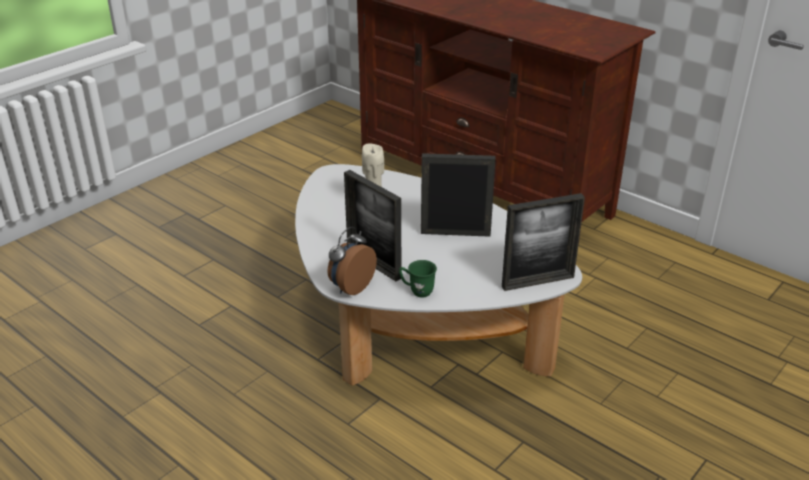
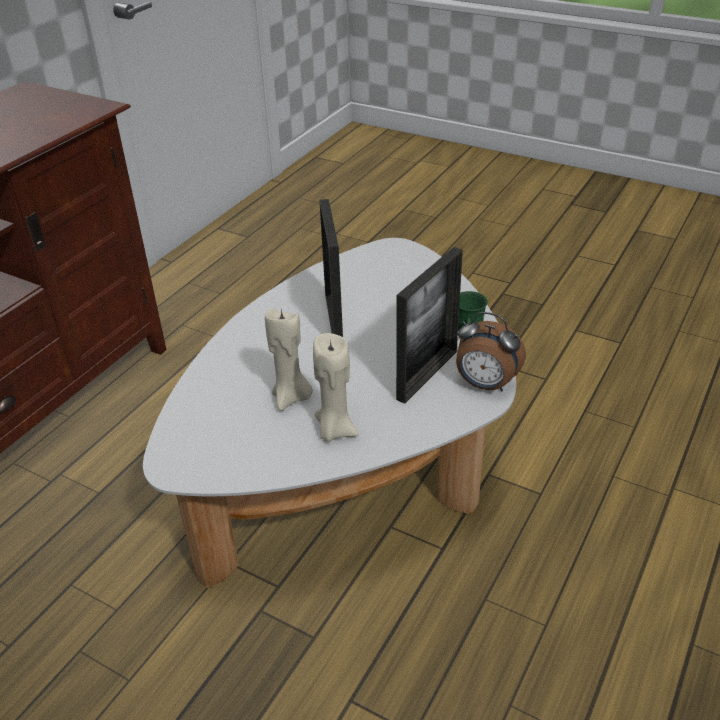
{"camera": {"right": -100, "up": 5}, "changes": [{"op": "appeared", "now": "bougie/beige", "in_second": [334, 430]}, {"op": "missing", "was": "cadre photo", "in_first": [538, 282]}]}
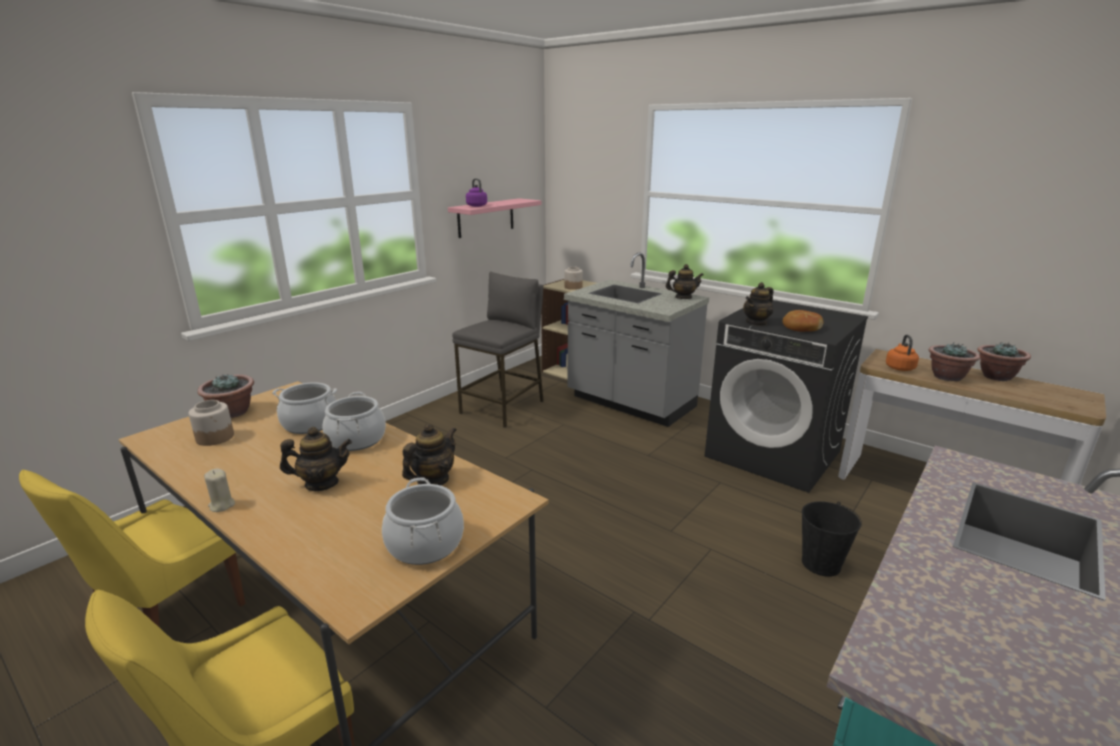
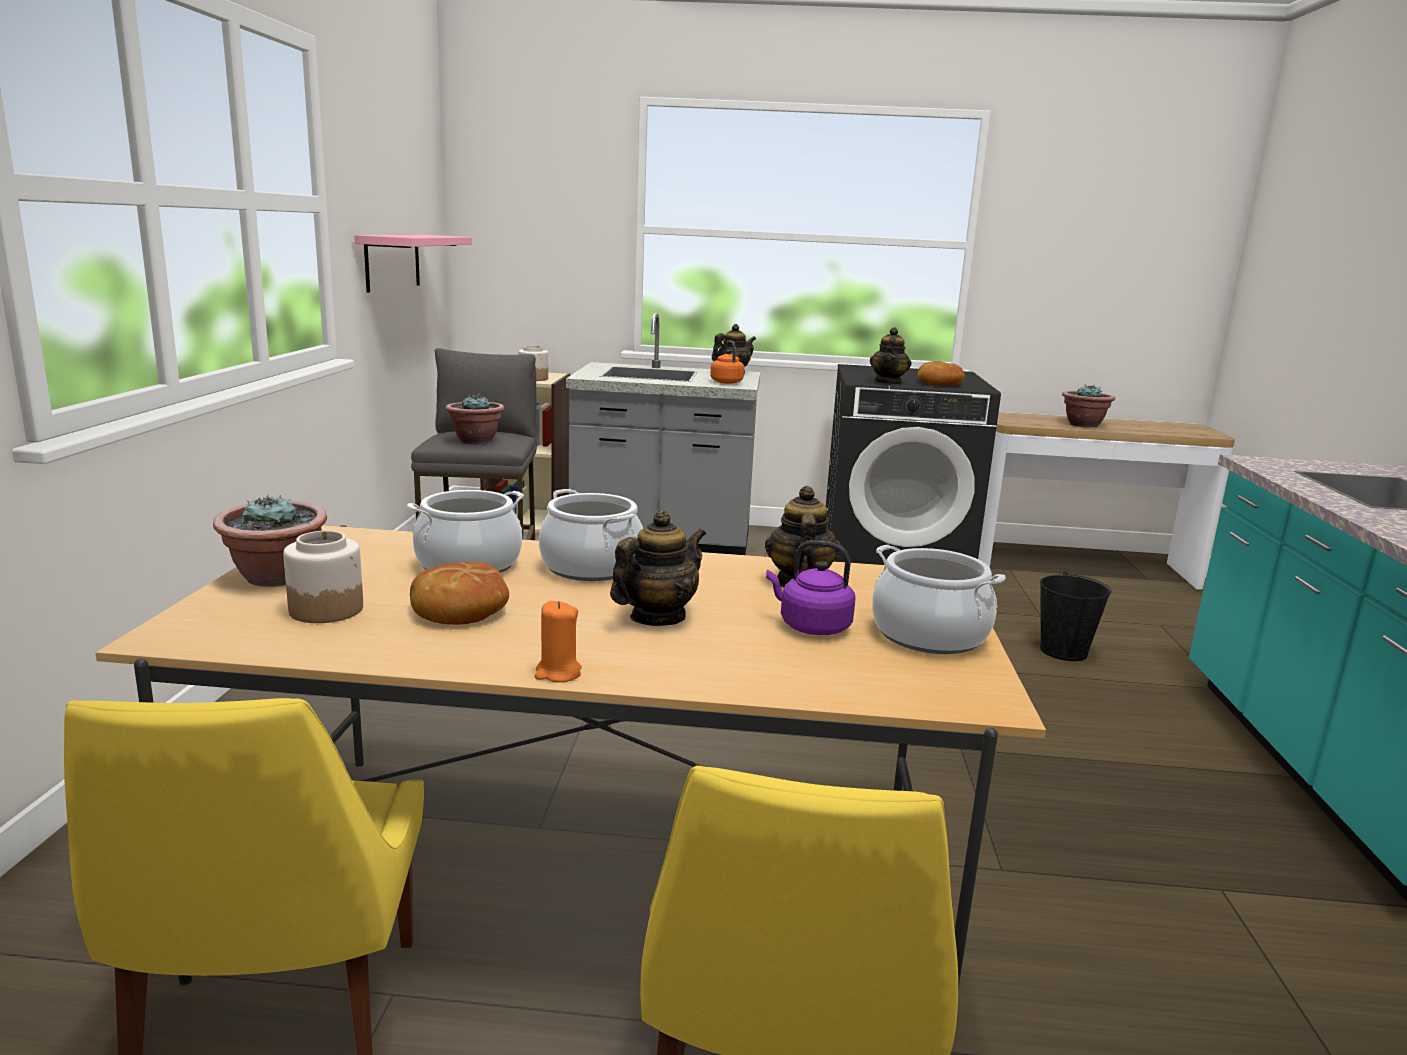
{"camera": {"right": -35, "up": -5}, "changes": [{"op": "appeared", "now": "pain", "in_second": [459, 609]}, {"op": "relocated", "was": "plante en pot", "in_first": [996, 376], "in_second": [475, 441]}, {"op": "colour", "was": "bougie/beige", "now": "bougie/orange", "in_first": [221, 505], "in_second": [558, 673]}, {"op": "relocated", "was": "bouilloire/orange", "in_first": [899, 367], "in_second": [725, 382]}, {"op": "relocated", "was": "bouilloire/violet", "in_first": [476, 205], "in_second": [811, 626]}]}
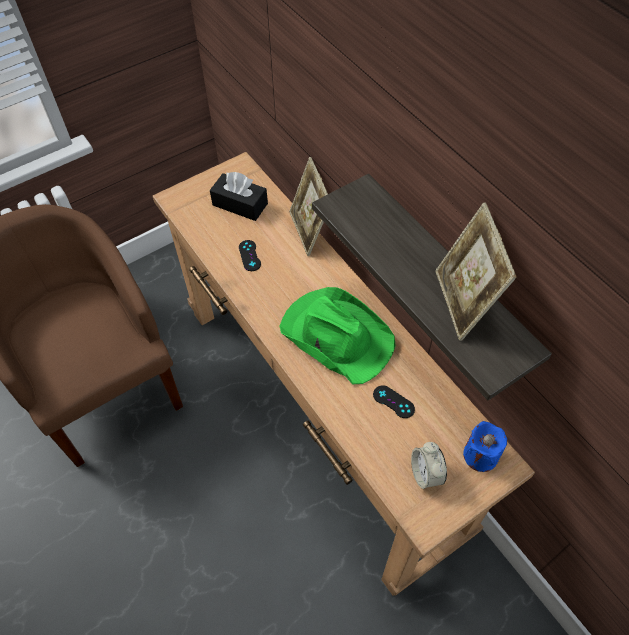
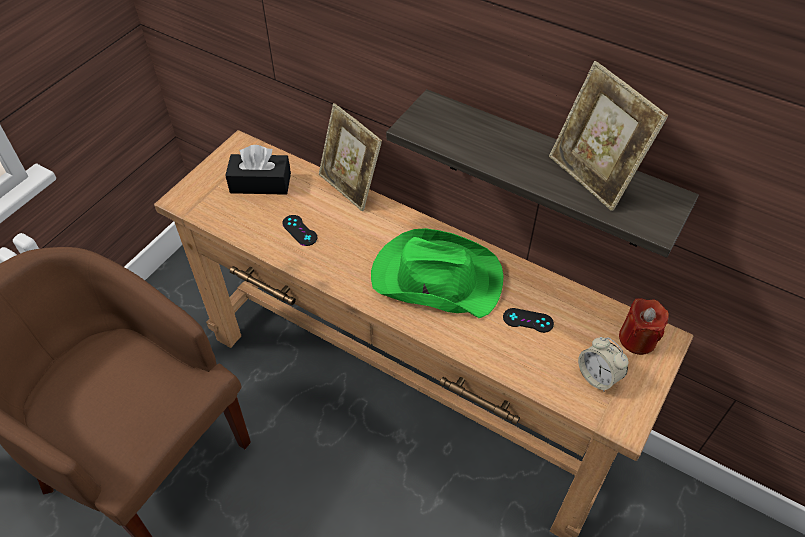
{"camera": {"right": -25, "up": -5}, "changes": [{"op": "colour", "was": "bougie/bleu", "now": "bougie/rouge", "in_first": [480, 455], "in_second": [637, 339]}]}
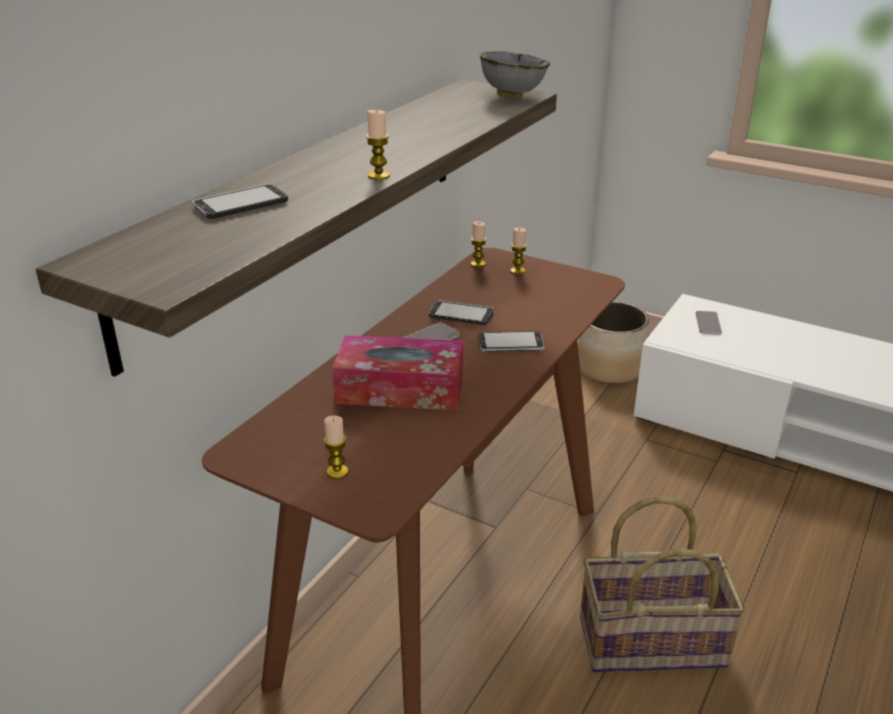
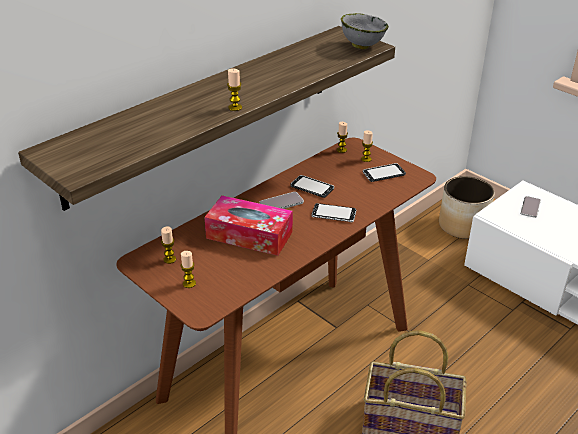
{"camera": {"right": 15, "up": 5}, "changes": [{"op": "appeared", "now": "bougie", "in_second": [169, 259]}, {"op": "relocated", "was": "téléphone", "in_first": [241, 204], "in_second": [383, 174]}]}
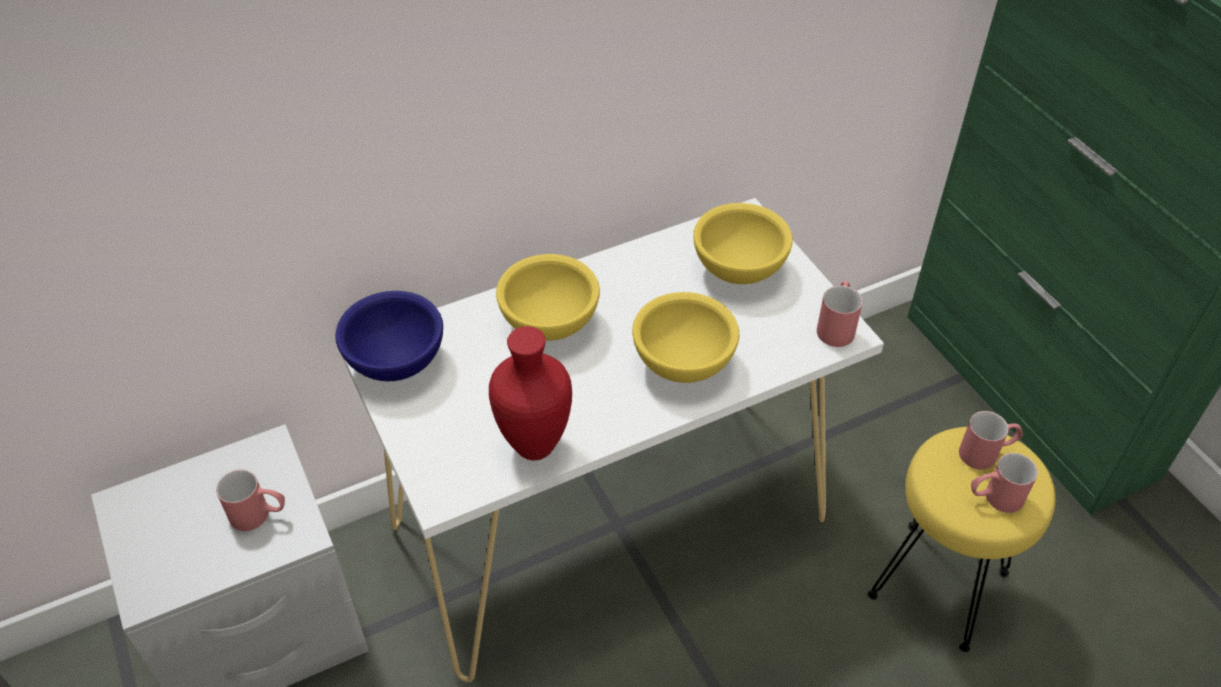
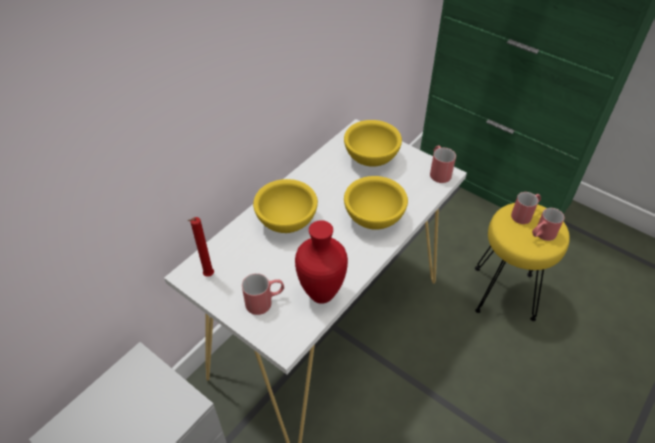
{"camera": {"right": -25, "up": 0}, "changes": [{"op": "exchanged", "was": "bol/bleu", "now": "bougie/rouge", "in_first": [394, 362], "in_second": [207, 276]}, {"op": "relocated", "was": "mug/rouge", "in_first": [259, 515], "in_second": [265, 301]}]}
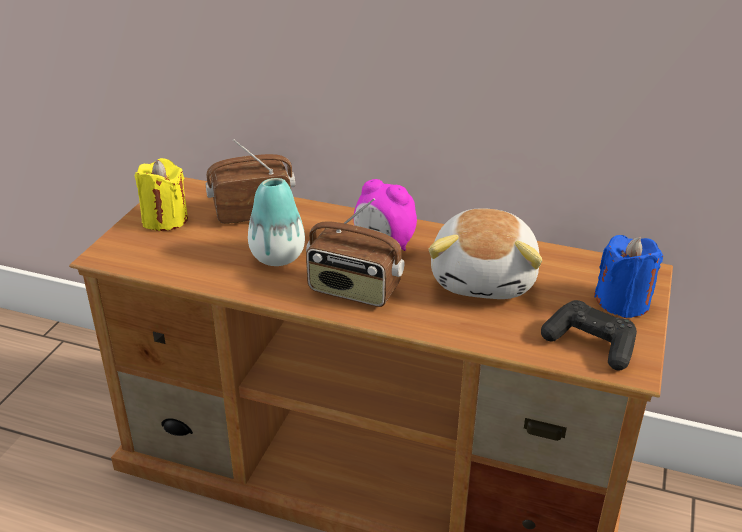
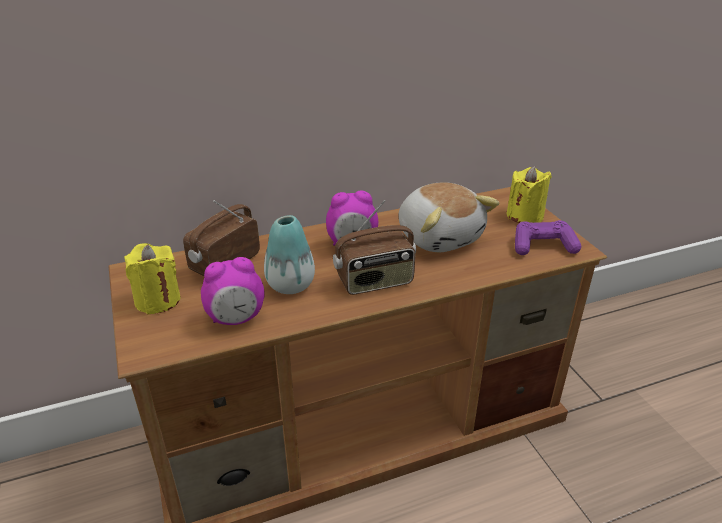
{"camera": {"right": -40, "up": 0}, "changes": [{"op": "appeared", "now": "réveil", "in_second": [236, 319]}, {"op": "colour", "was": "bougie/bleu", "now": "bougie/jaune", "in_first": [623, 302], "in_second": [524, 216]}, {"op": "colour", "was": "manette/noir", "now": "manette/violet", "in_first": [590, 344], "in_second": [543, 246]}]}
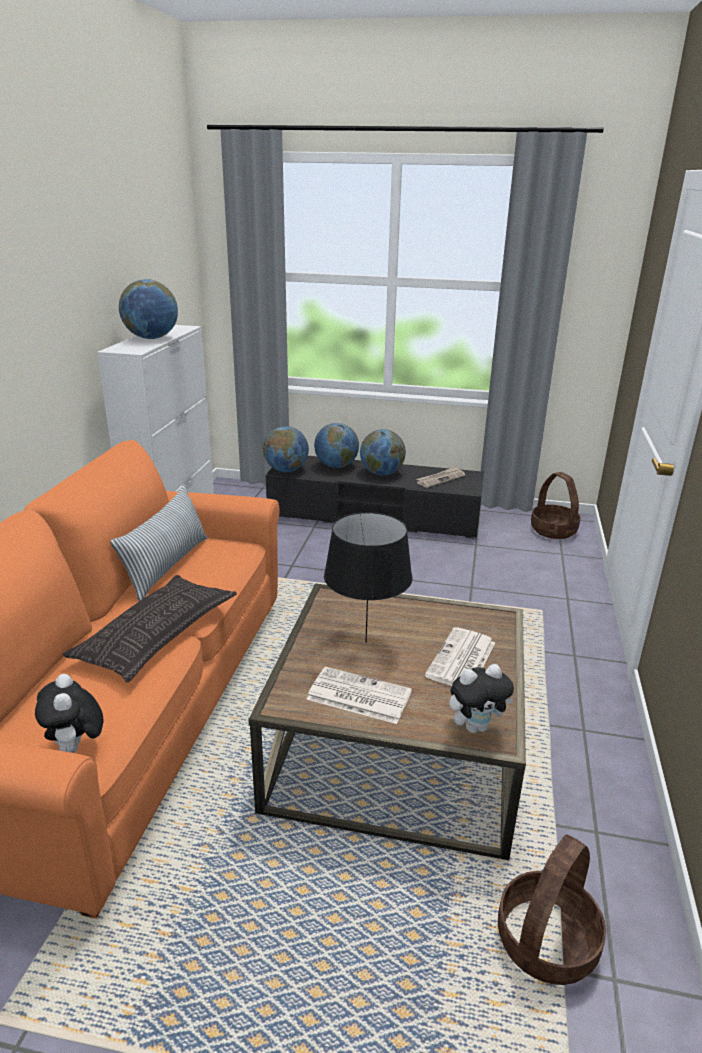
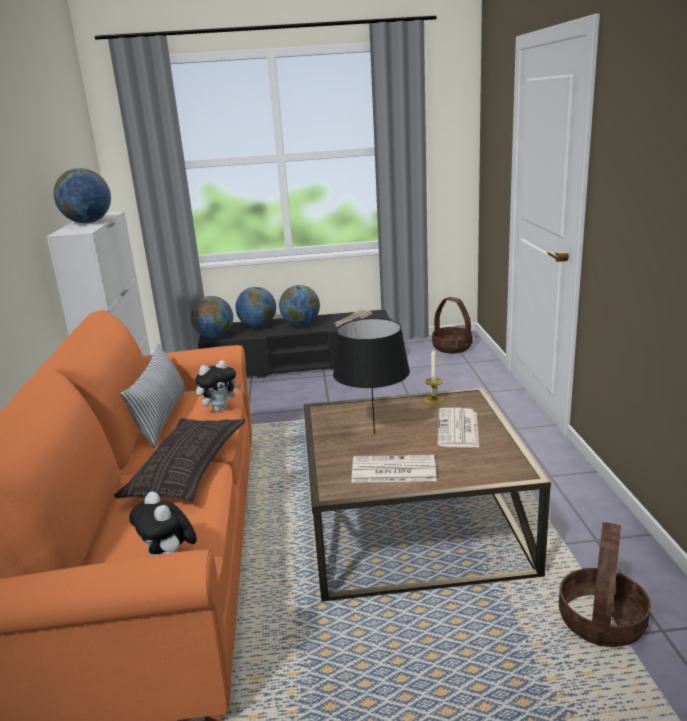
{"camera": {"right": -15, "up": -5}, "changes": [{"op": "relocated", "was": "peluche", "in_first": [476, 726], "in_second": [220, 409]}, {"op": "appeared", "now": "bougie", "in_second": [434, 399]}]}
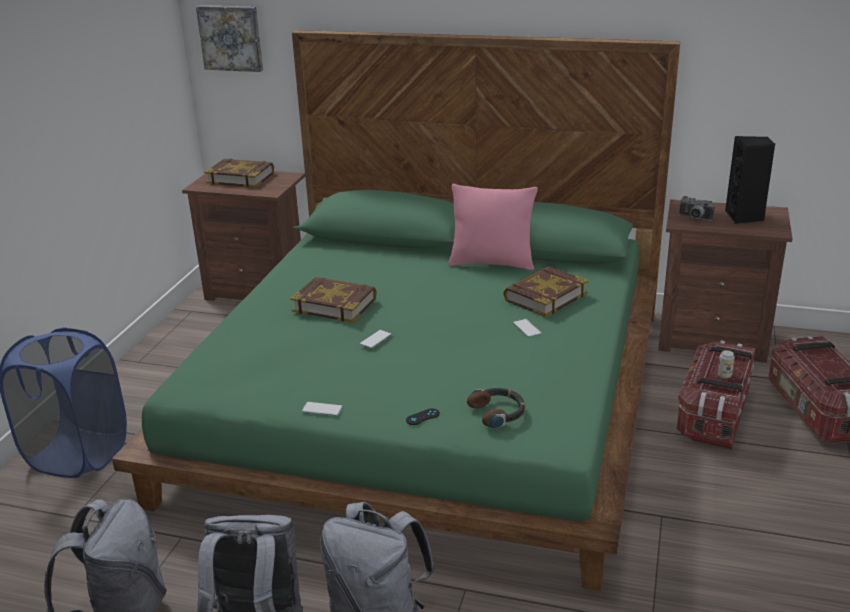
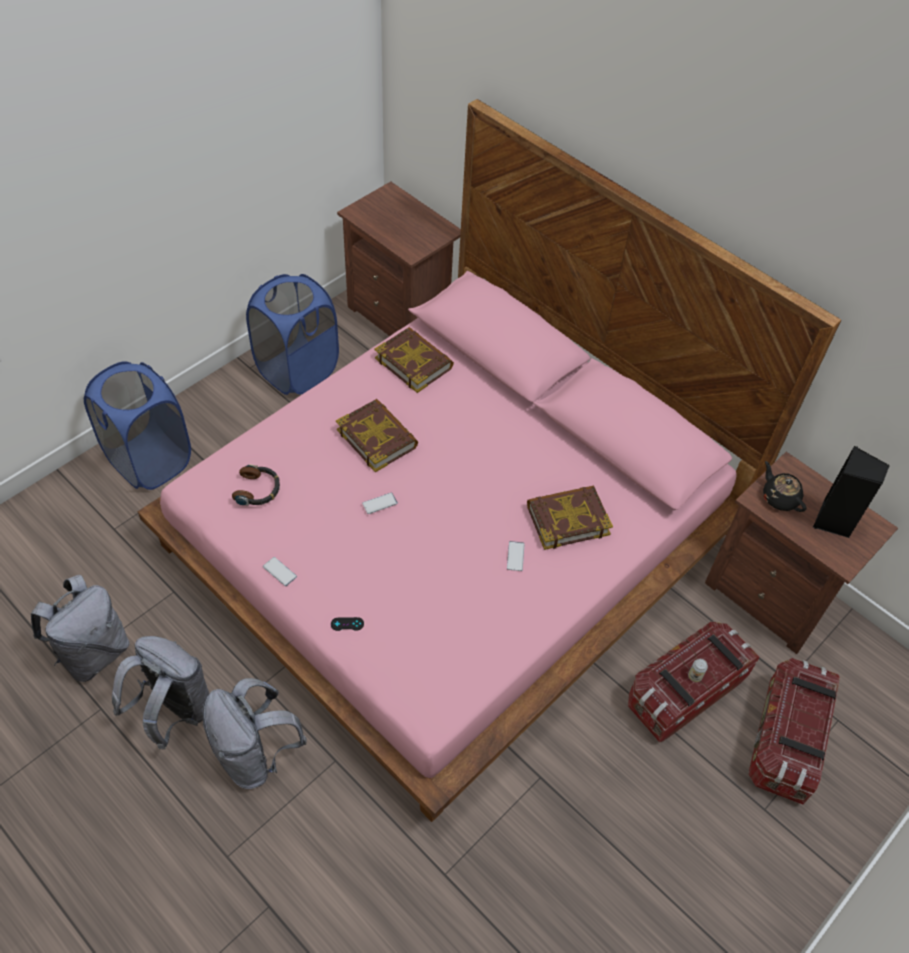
{"camera": {"right": 25, "up": 25}, "changes": [{"op": "colour", "was": "lit/vert", "now": "lit/rose", "in_first": [428, 399], "in_second": [450, 538]}, {"op": "relocated", "was": "casque audio", "in_first": [498, 412], "in_second": [258, 490]}, {"op": "appeared", "now": "panier à linge/bleu", "in_second": [297, 370]}, {"op": "relocated", "was": "livre", "in_first": [241, 177], "in_second": [414, 363]}, {"op": "exchanged", "was": "appareil photo", "now": "théière/noir", "in_first": [694, 218], "in_second": [779, 498]}, {"op": "missing", "was": "tableau", "in_first": [231, 37]}, {"op": "missing", "was": "coussin/rose", "in_first": [492, 263]}]}
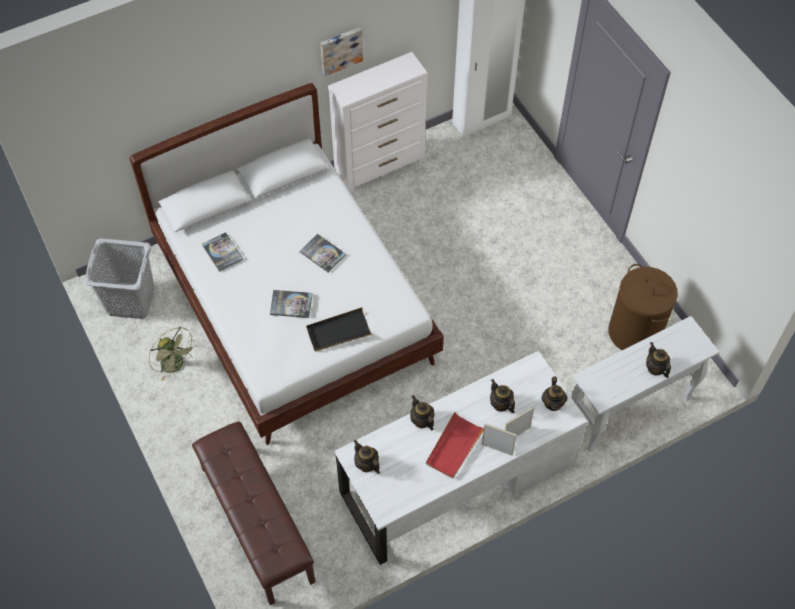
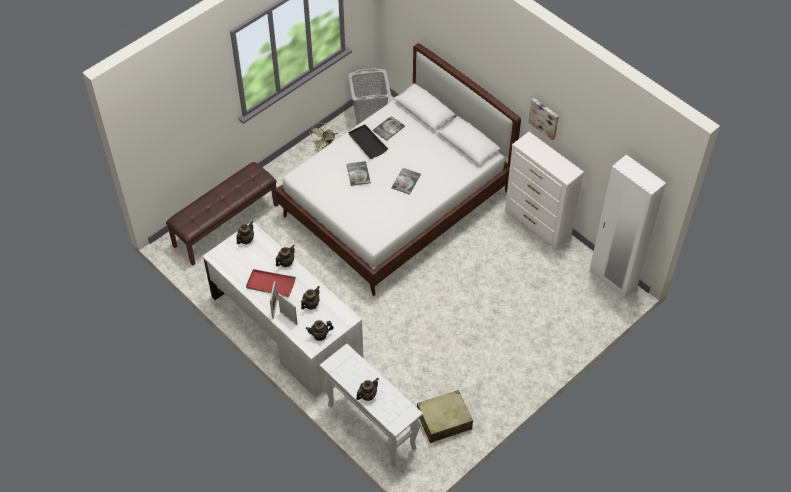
{"camera": {"right": 75, "up": -5}, "changes": [{"op": "relocated", "was": "plateau/noir", "in_first": [338, 331], "in_second": [367, 143]}, {"op": "exchanged", "was": "panier à linge/marron", "now": "valise/beige", "in_first": [635, 332], "in_second": [443, 421]}]}
